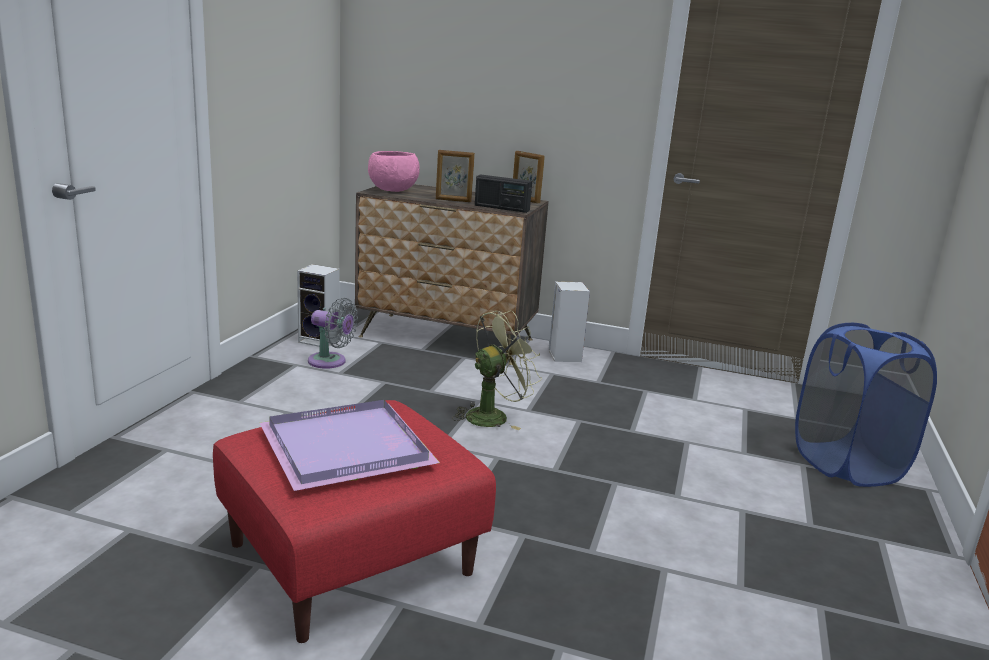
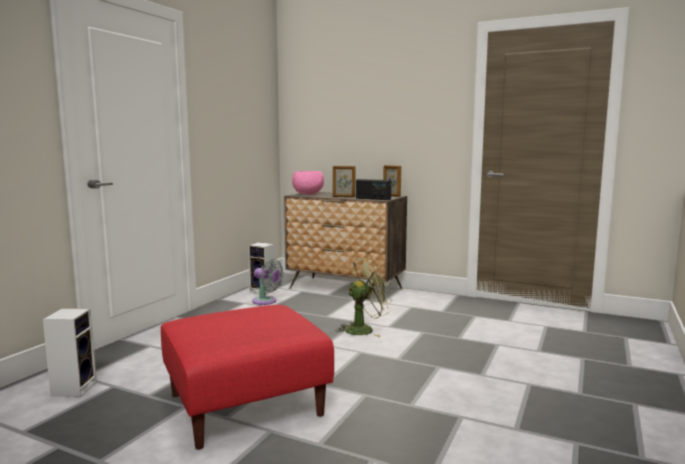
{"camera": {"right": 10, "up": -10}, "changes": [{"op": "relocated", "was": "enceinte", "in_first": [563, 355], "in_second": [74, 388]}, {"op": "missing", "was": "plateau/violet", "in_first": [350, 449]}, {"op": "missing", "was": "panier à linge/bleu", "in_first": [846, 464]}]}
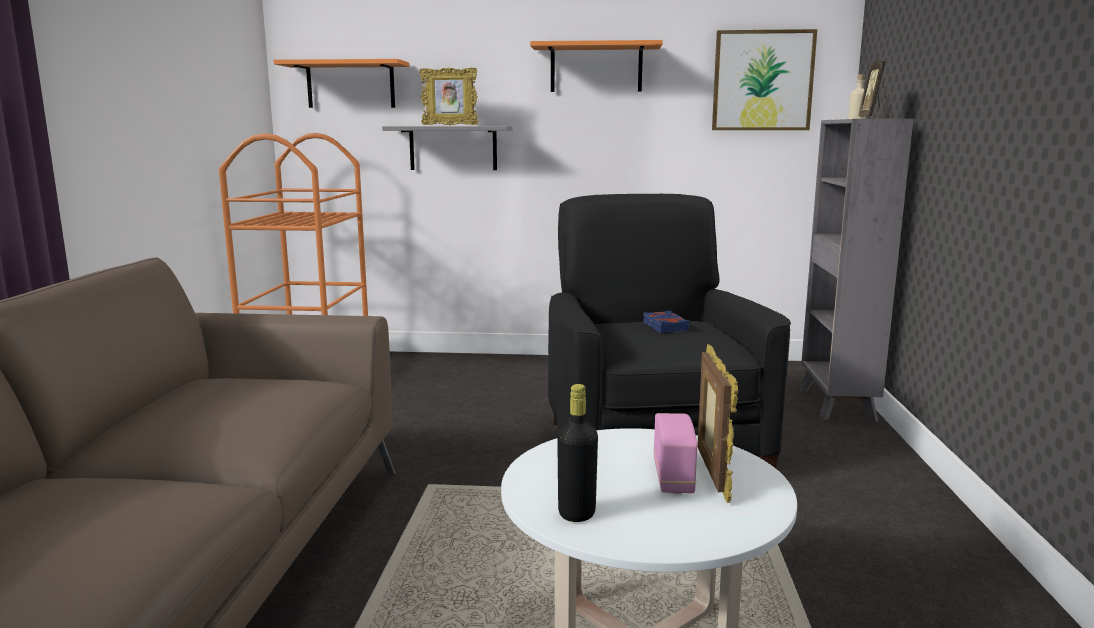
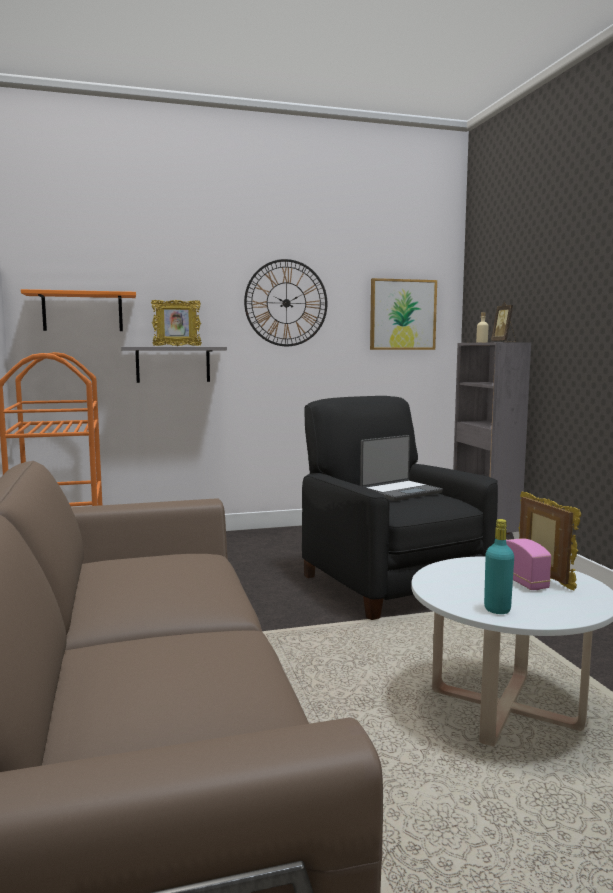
{"camera": {"right": -20, "up": -5}, "changes": [{"op": "exchanged", "was": "étagère/orange", "now": "horloge murale", "in_first": [596, 68], "in_second": [286, 303]}, {"op": "exchanged", "was": "livre/bleu", "now": "ordinateur portable", "in_first": [664, 326], "in_second": [400, 492]}, {"op": "colour", "was": "bouteille/noir", "now": "bouteille/turquoise", "in_first": [576, 513], "in_second": [497, 609]}]}
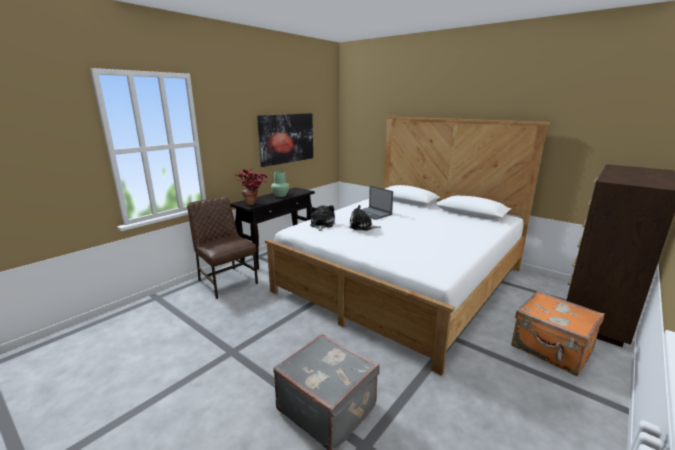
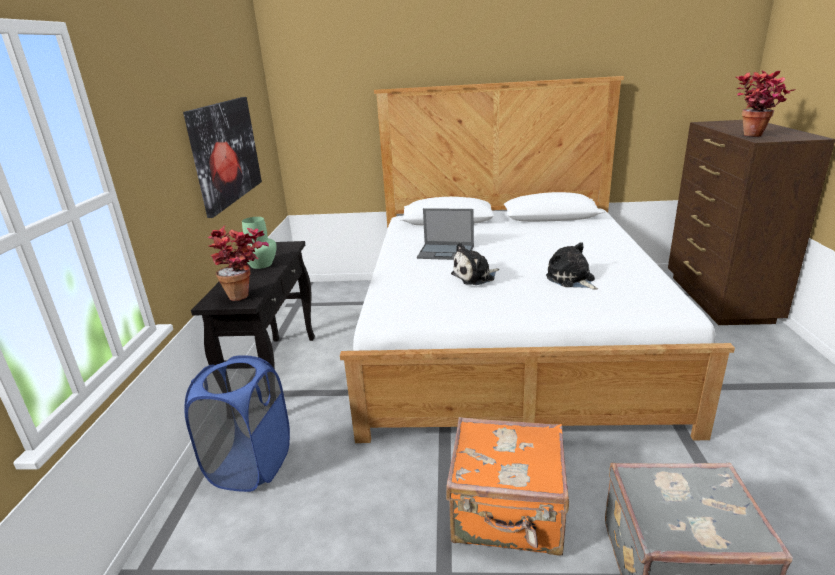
{"camera": {"right": -35, "up": 5}, "changes": [{"op": "exchanged", "was": "chaise/marron", "now": "panier à linge/bleu", "in_first": [226, 281], "in_second": [251, 465]}, {"op": "relocated", "was": "valise/orange", "in_first": [551, 350], "in_second": [507, 513]}, {"op": "relocated", "was": "peluche", "in_first": [321, 225], "in_second": [571, 280]}, {"op": "appeared", "now": "plante en pot", "in_second": [754, 137]}]}
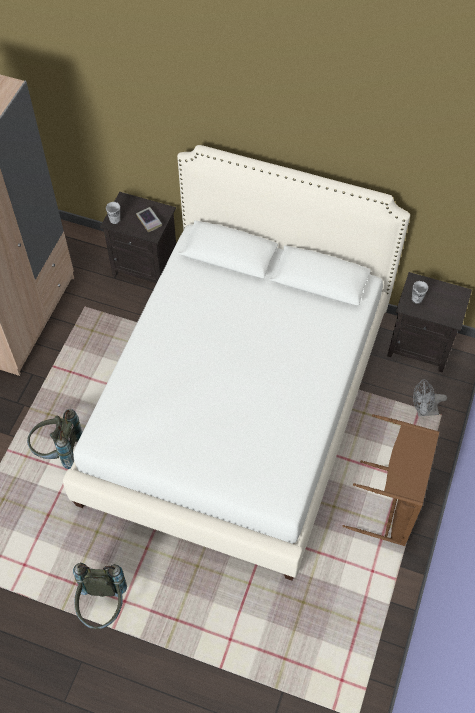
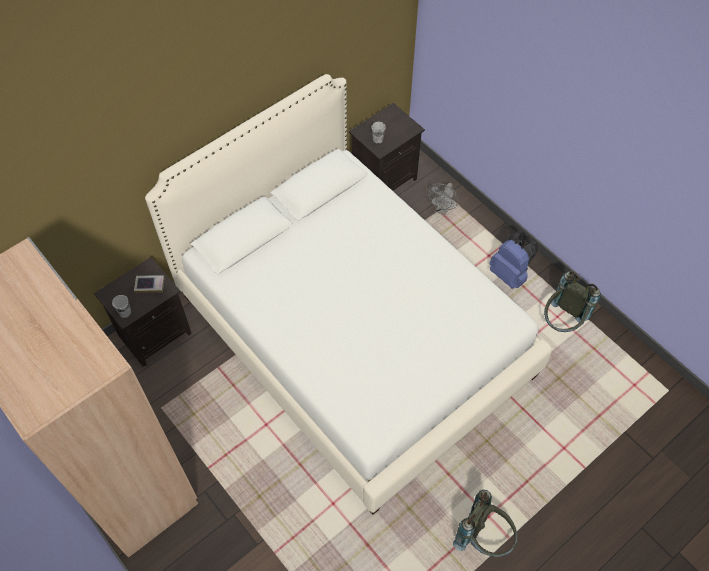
{"camera": {"right": -60, "up": 0}, "changes": [{"op": "exchanged", "was": "panier à linge/marron", "now": "sac à dos/bleu", "in_first": [392, 505], "in_second": [510, 274]}, {"op": "relocated", "was": "sac à dos/gris", "in_first": [59, 451], "in_second": [561, 322]}]}
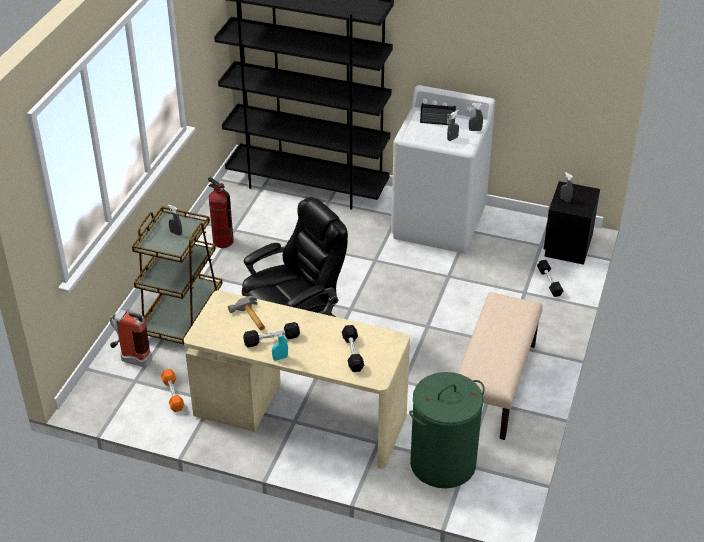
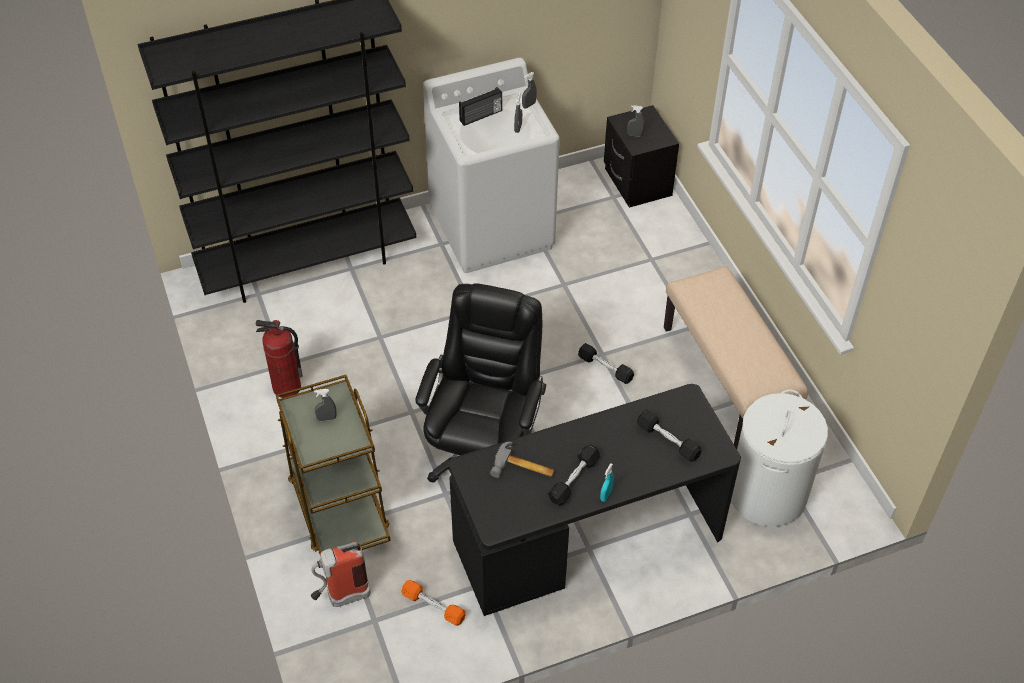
{"camera": {"right": -40, "up": 10}, "changes": [{"op": "colour", "was": "bureau/beige", "now": "bureau/noir", "in_first": [299, 417], "in_second": [588, 539]}, {"op": "relocated", "was": "haltère/noir", "in_first": [549, 282], "in_second": [605, 368]}, {"op": "colour", "was": "panier à linge/vert", "now": "panier à linge/blanc", "in_first": [443, 463], "in_second": [767, 493]}]}
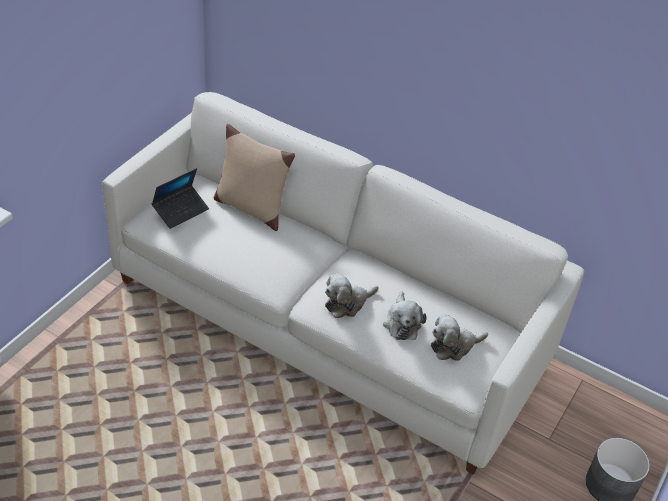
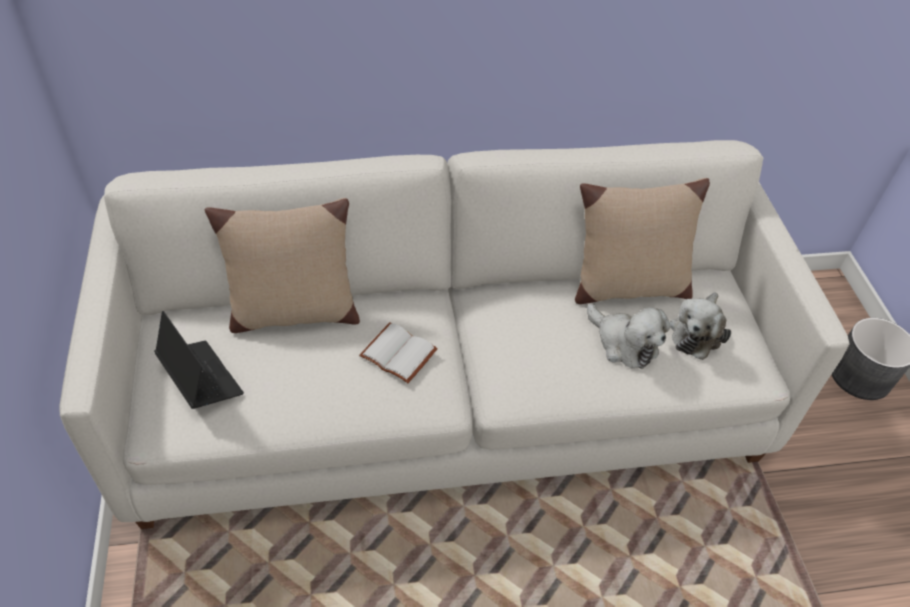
{"camera": {"right": -40, "up": 5}, "changes": [{"op": "spun", "was": "ordinateur portable", "in_first": [181, 210], "in_second": [200, 379], "clockwise": -45}, {"op": "appeared", "now": "livre/blanc", "in_second": [400, 353]}, {"op": "appeared", "now": "coussin/beige", "in_second": [626, 287]}, {"op": "missing", "was": "peluche", "in_first": [347, 303]}]}
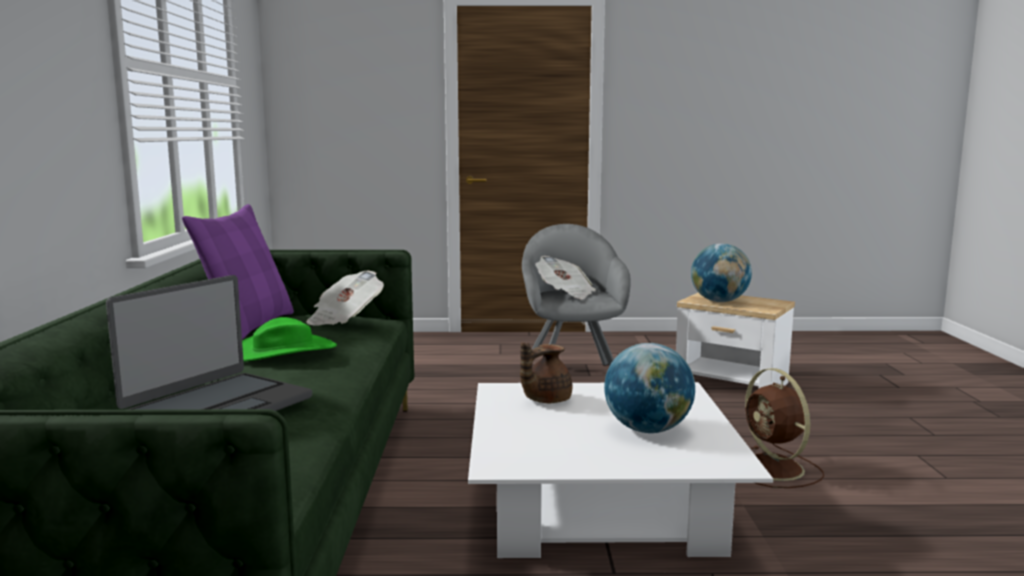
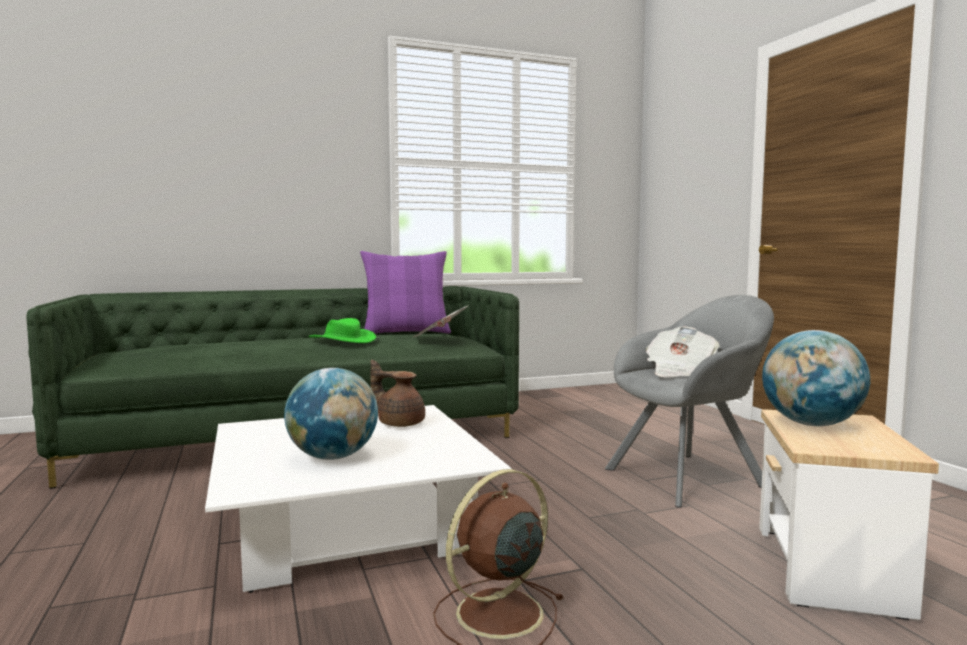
{"camera": {"right": 70, "up": -5}, "changes": [{"op": "missing", "was": "ordinateur portable", "in_first": [217, 408]}]}
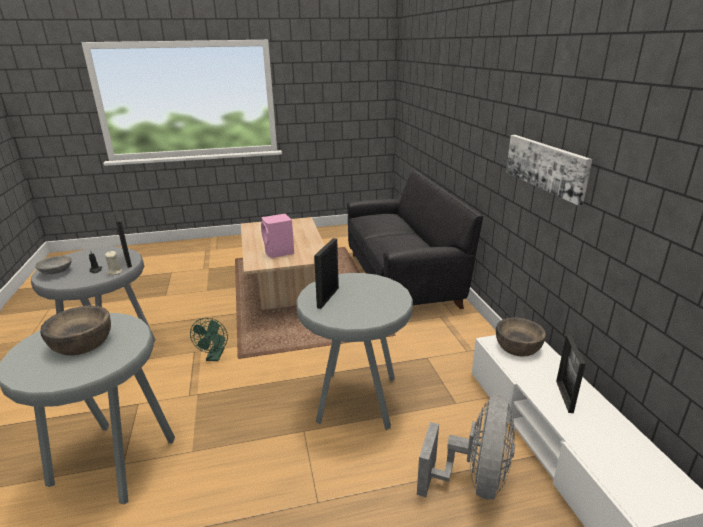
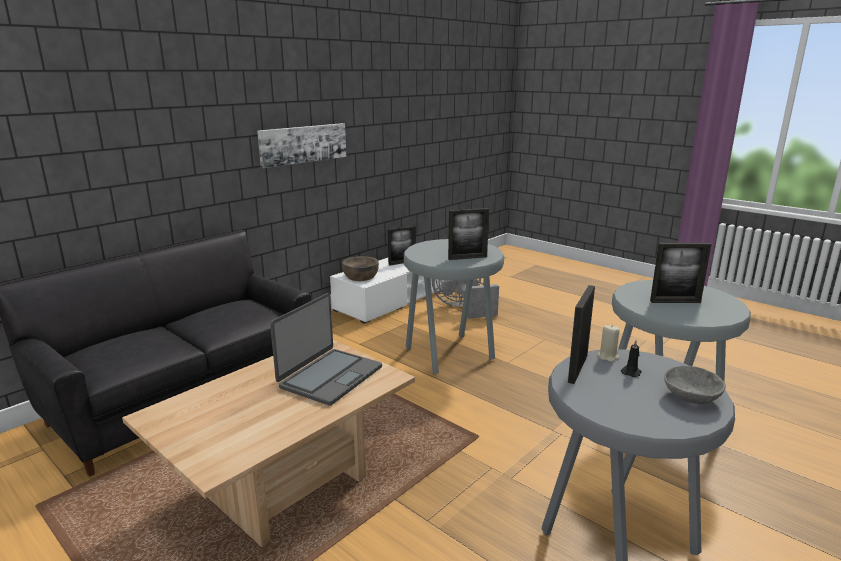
{"camera": {"right": -125, "up": -5}, "changes": [{"op": "exchanged", "was": "enceinte/rose", "now": "ordinateur portable", "in_first": [279, 252], "in_second": [330, 377]}, {"op": "exchanged", "was": "bol/marron", "now": "cadre photo", "in_first": [82, 342], "in_second": [675, 302]}, {"op": "missing", "was": "ventilateur/vert", "in_first": [214, 357]}]}
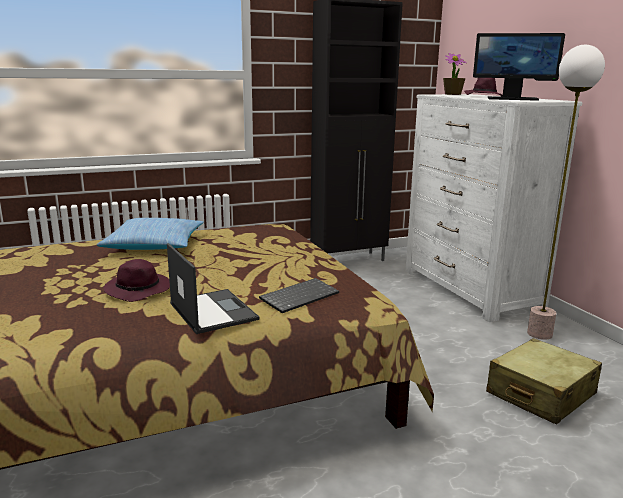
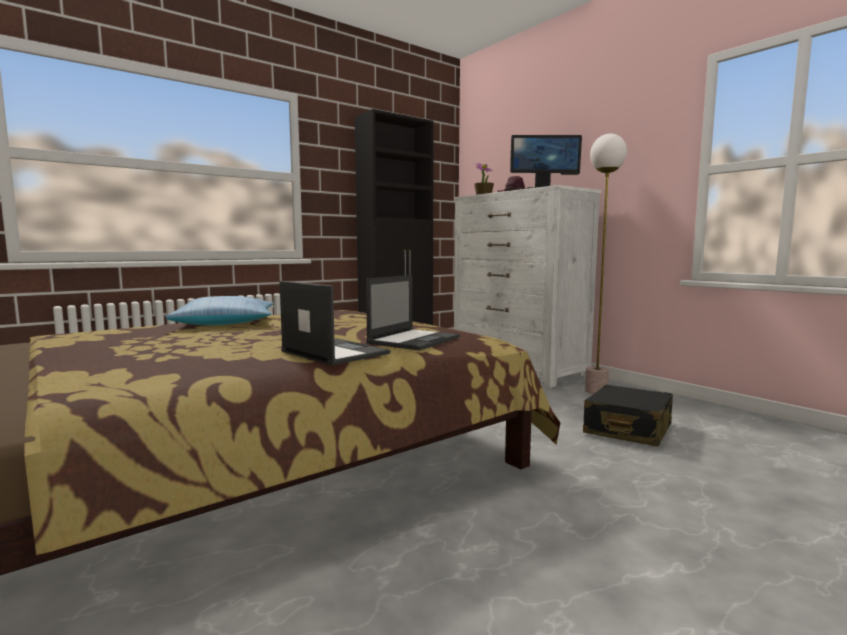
{"camera": {"right": -15, "up": -10}, "changes": [{"op": "exchanged", "was": "clavier", "now": "ordinateur portable", "in_first": [299, 296], "in_second": [414, 340]}, {"op": "colour", "was": "valise/beige", "now": "valise/noir", "in_first": [540, 394], "in_second": [627, 429]}, {"op": "missing", "was": "chapeau/violet", "in_first": [139, 290]}]}
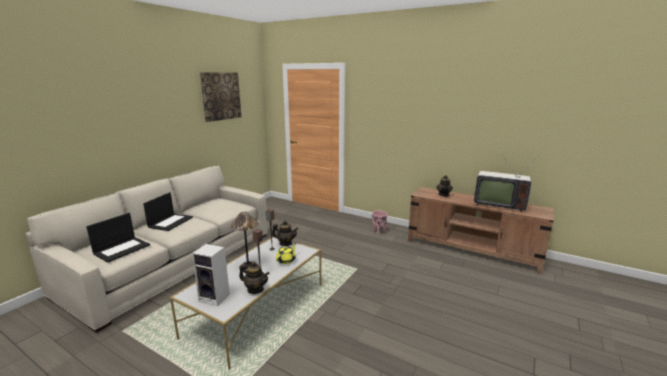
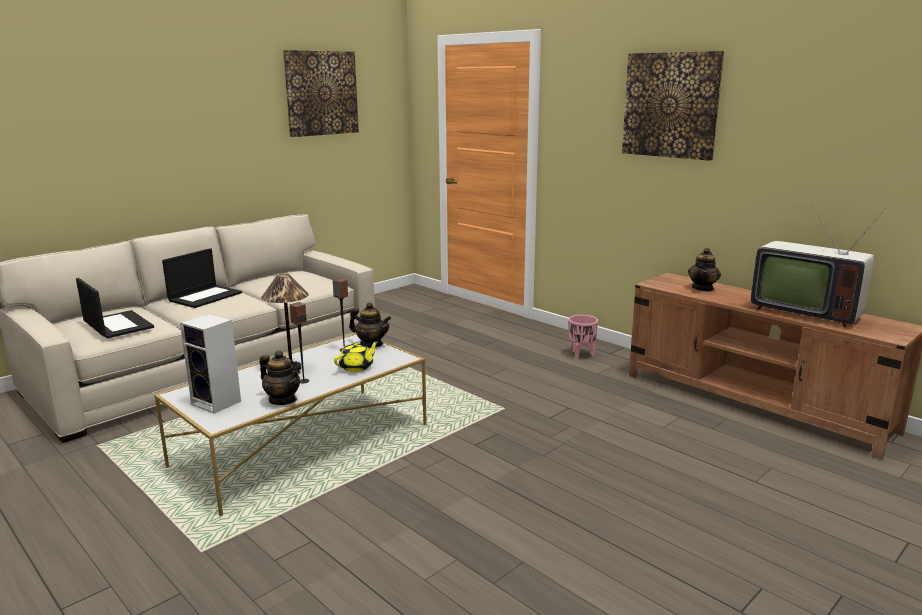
{"camera": {"right": 15, "up": 0}, "changes": [{"op": "spun", "was": "ordinateur portable", "in_first": [122, 249], "in_second": [117, 325], "clockwise": -90}, {"op": "appeared", "now": "tableau", "in_second": [671, 105]}]}
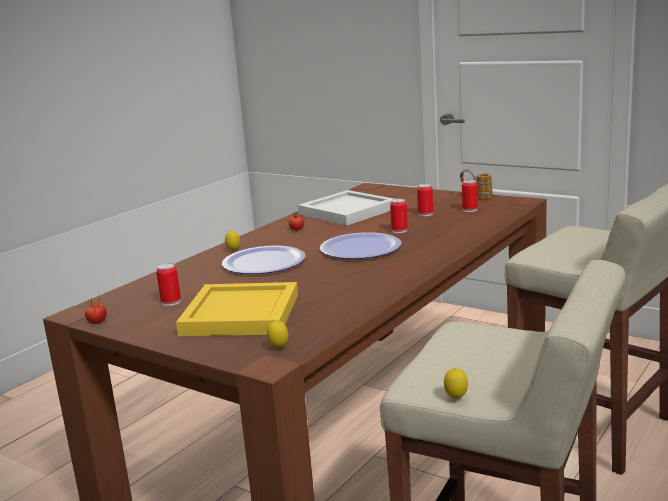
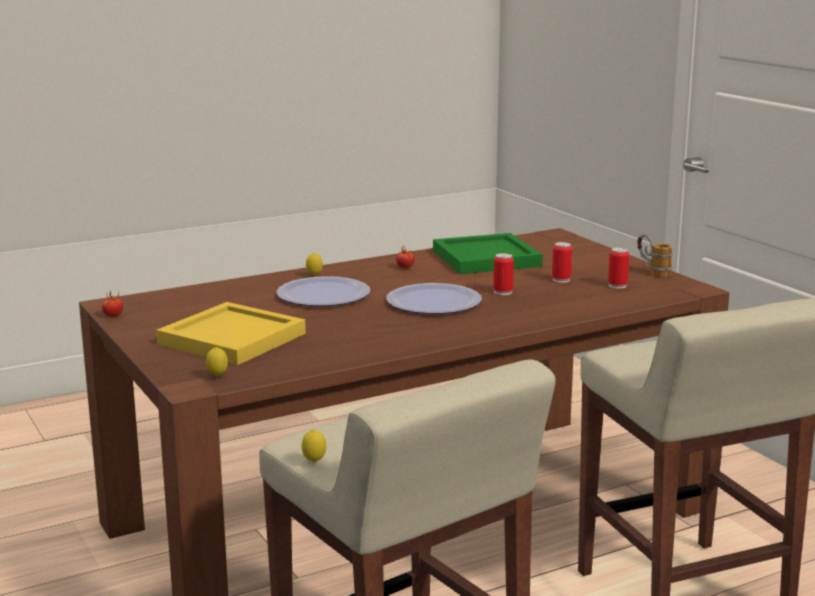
{"camera": {"right": 25, "up": 0}, "changes": [{"op": "colour", "was": "plateau/blanc", "now": "plateau/vert", "in_first": [347, 211], "in_second": [487, 258]}, {"op": "missing", "was": "boîte métallique", "in_first": [171, 302]}]}
